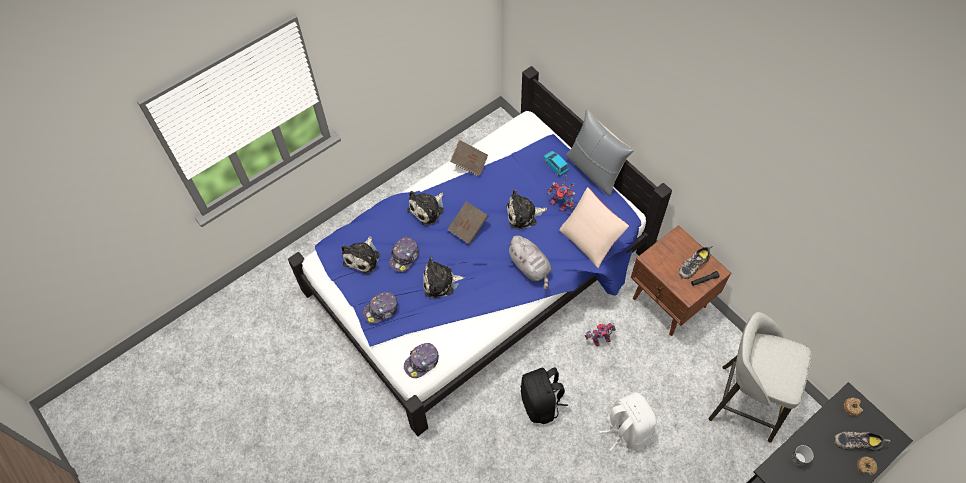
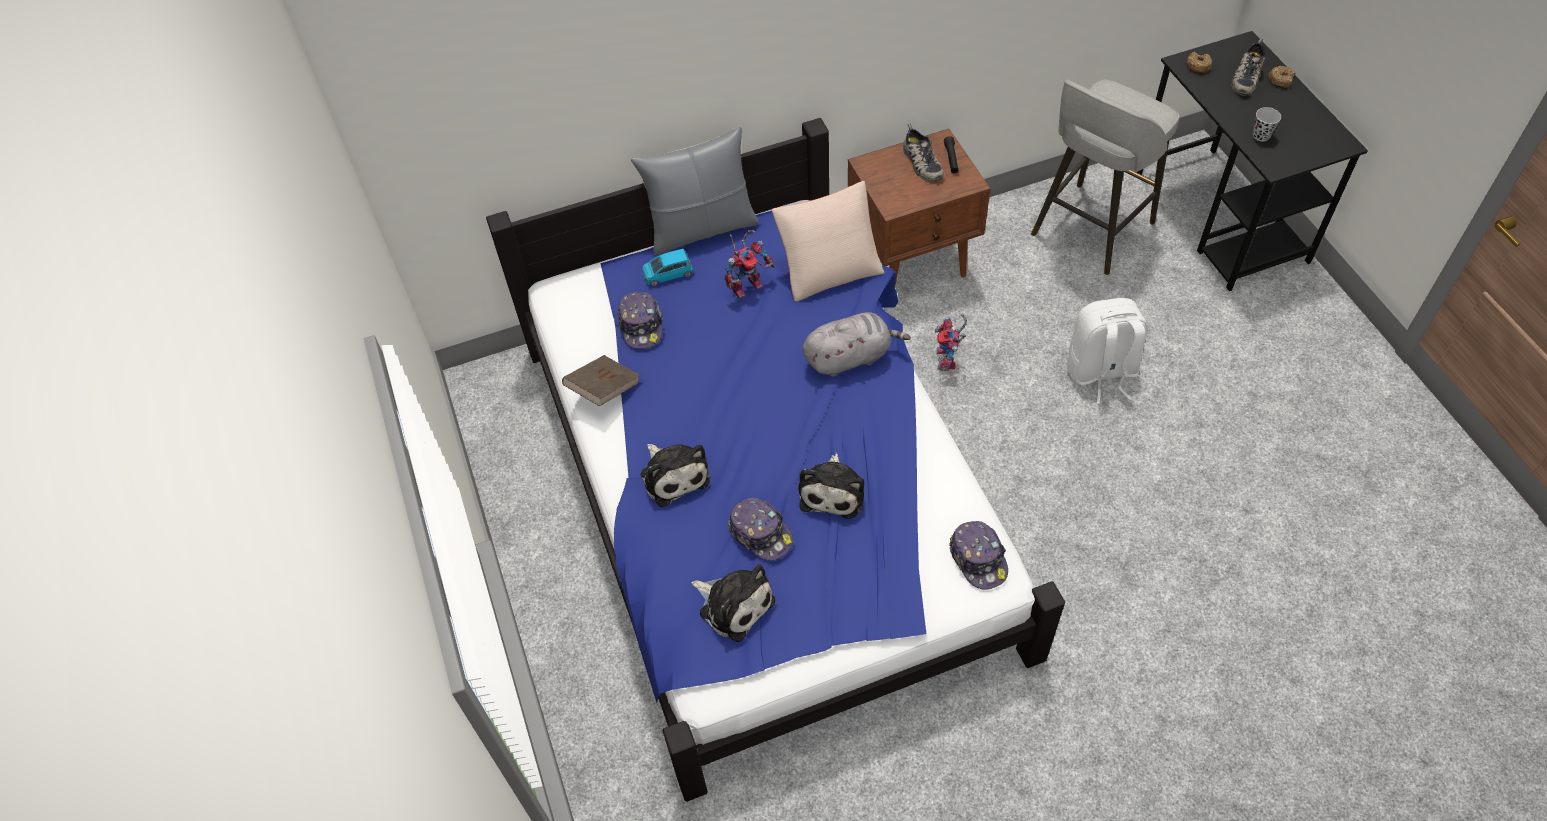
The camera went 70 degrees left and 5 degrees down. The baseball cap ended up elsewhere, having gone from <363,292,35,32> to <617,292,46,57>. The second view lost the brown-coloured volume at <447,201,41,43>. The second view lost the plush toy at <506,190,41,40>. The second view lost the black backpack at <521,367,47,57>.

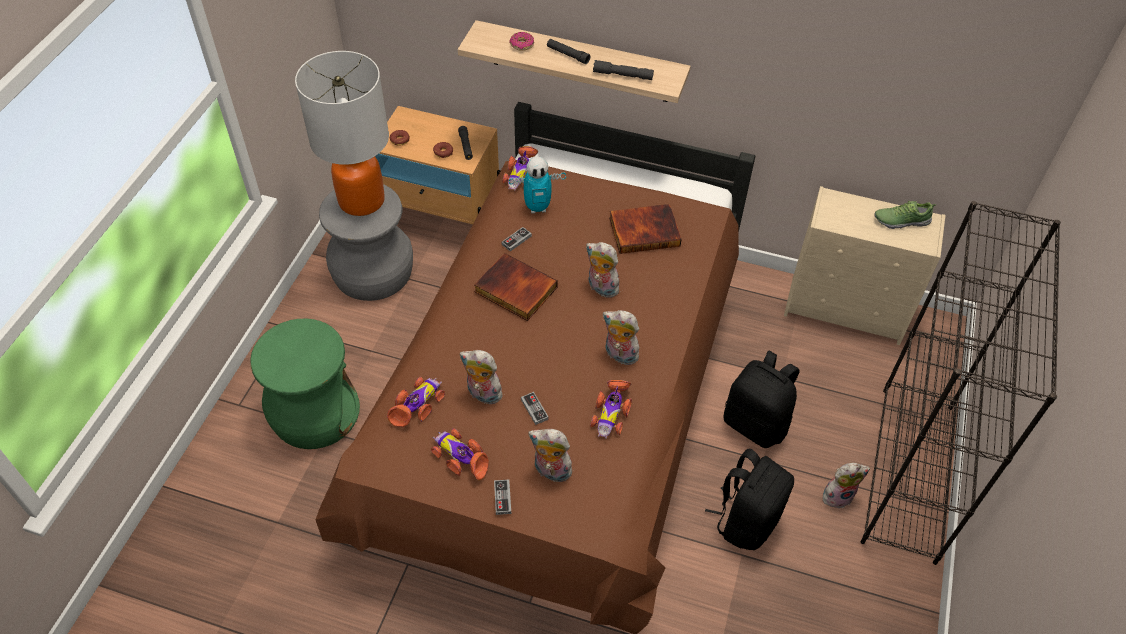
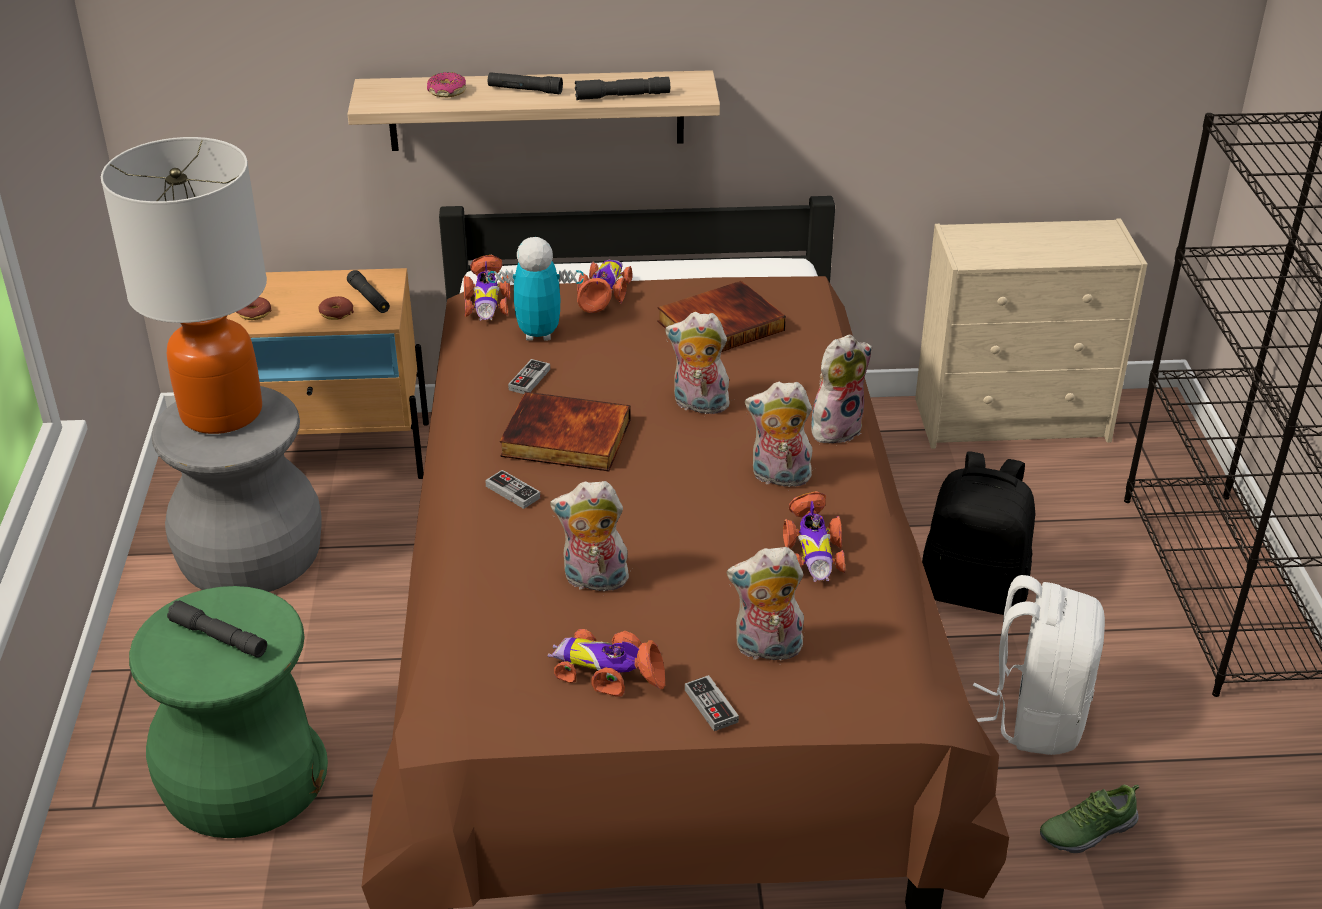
The camera went 20 degrees left and 15 degrees down. The second view gained the grey torch at <167,600,100,58>. The game controller ended up elsewhere, having gone from <521,392,28,33> to <485,470,56,39>. The robot figure at <509,157,57,56> ended up facing another way, 150 degrees counterclockwise from before. The toy car ended up elsewhere, having gone from <387,377,58,50> to <577,260,56,53>. The plush toy ended up elsewhere, having gone from <823,463,47,45> to <811,334,61,110>. What was the black backpack at <705,448,89,102> turned into the whitish backpack at <973,575,132,180>. The low shoe ended up elsewhere, having gone from <874,201,62,28> to <1040,785,99,68>.

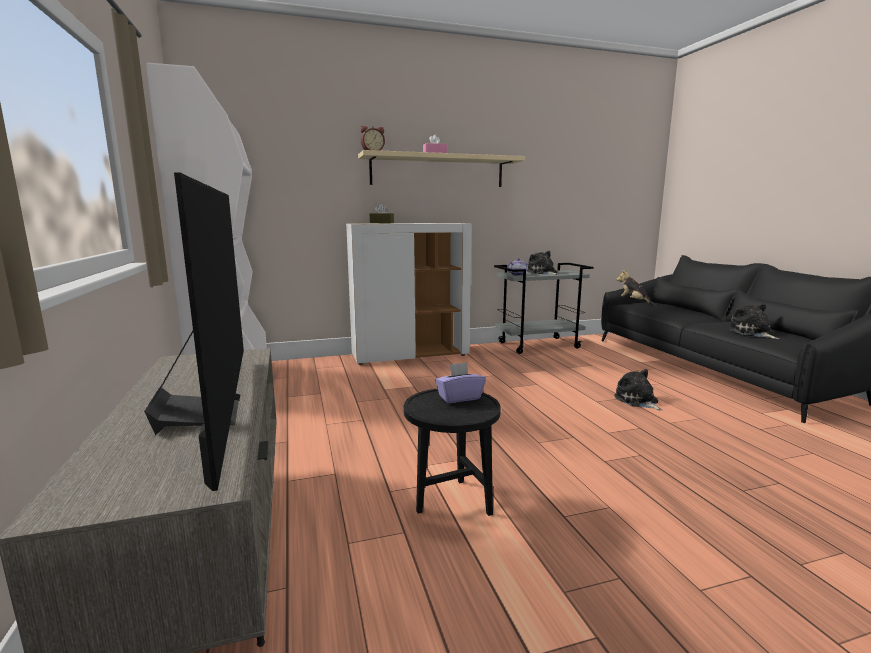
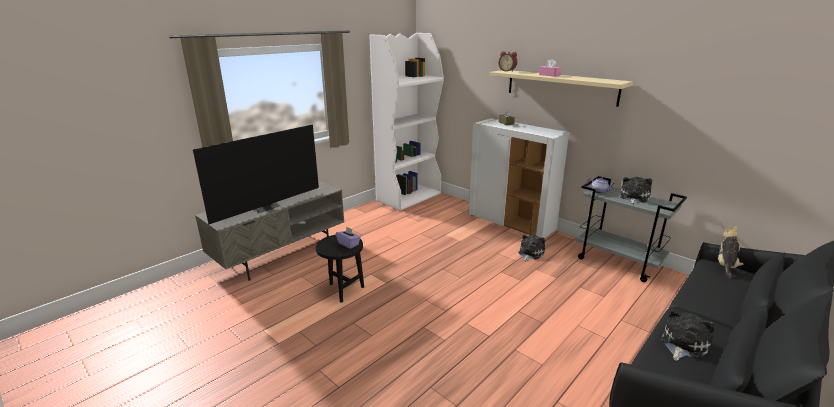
The camera went 60 degrees right and 10 degrees up. The plush toy ended up elsewhere, having gone from <614,369,49,41> to <518,235,27,27>.

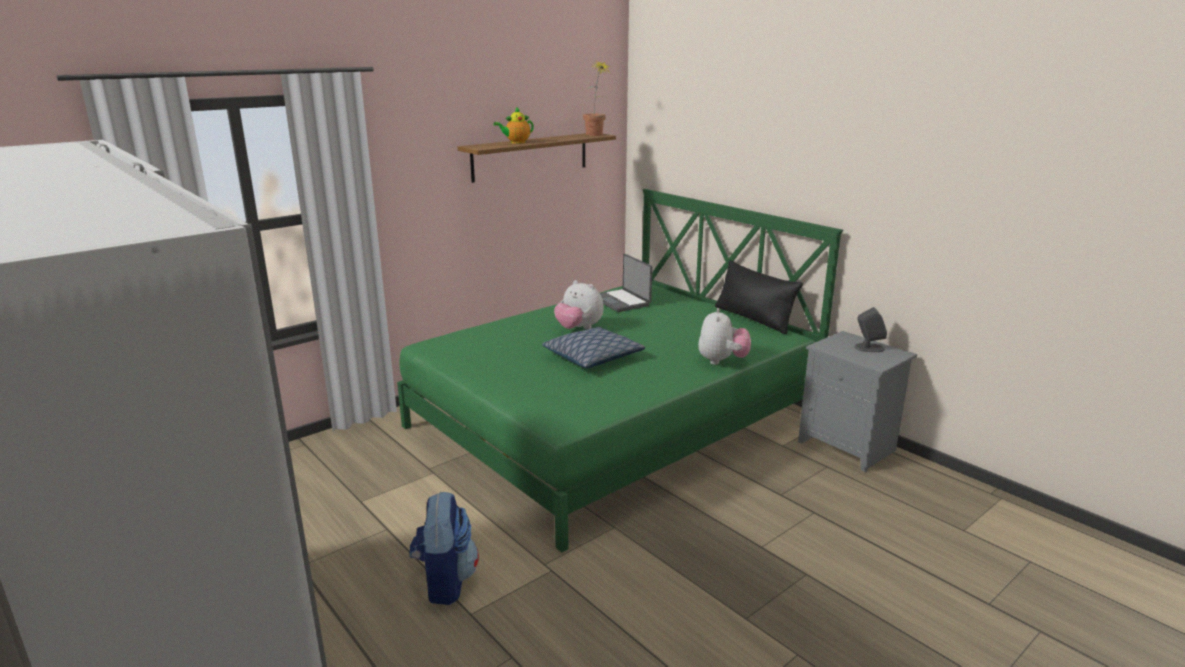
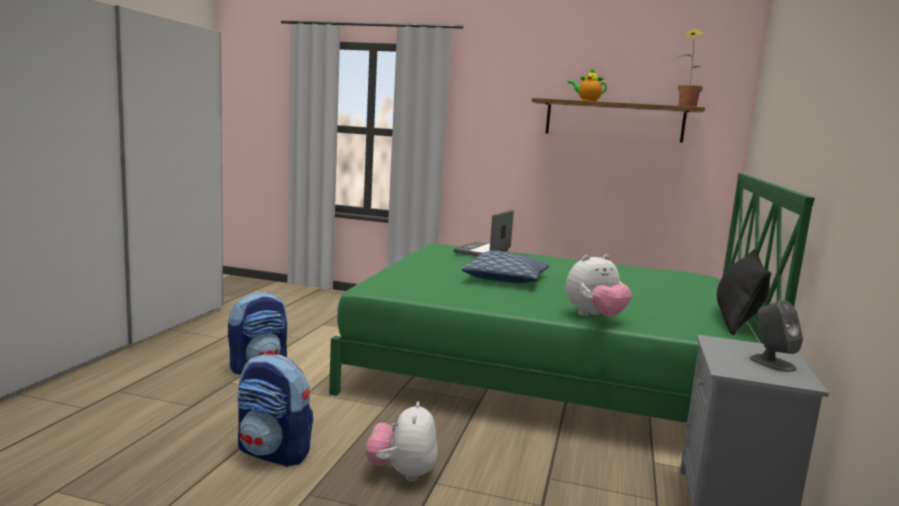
The camera went 55 degrees right and 10 degrees down. The second view gained the backpack at <237,354,77,113>. The plush toy ended up elsewhere, having gone from <554,280,50,49> to <366,402,72,80>. The laptop ended up elsewhere, having gone from <600,254,52,58> to <453,210,61,46>.

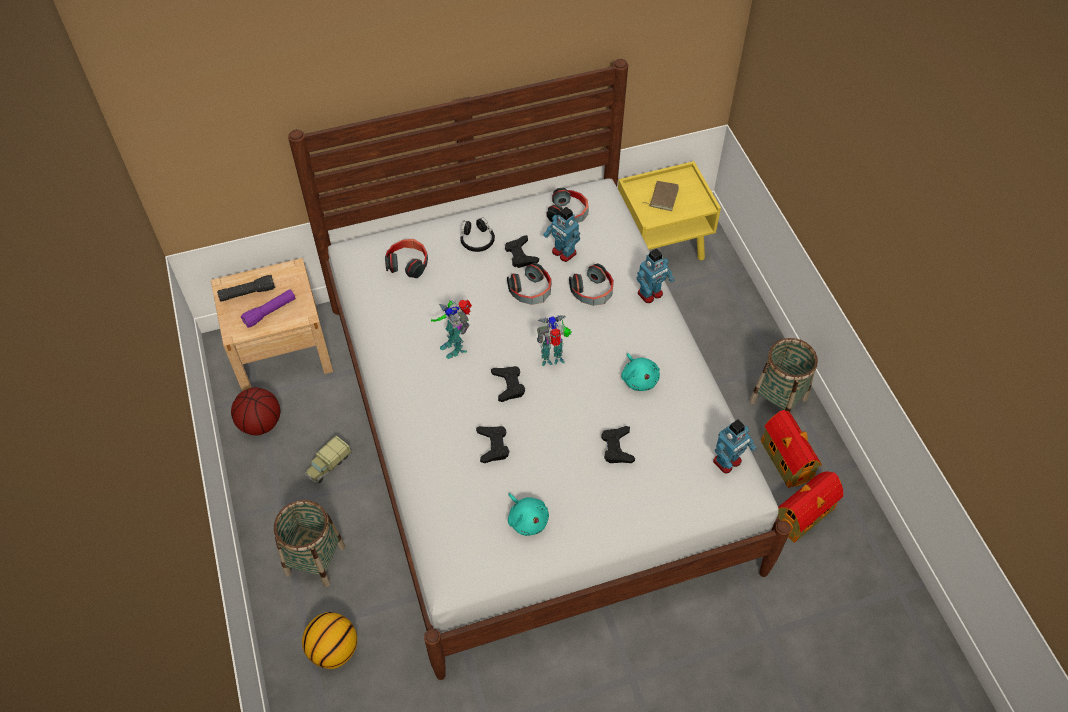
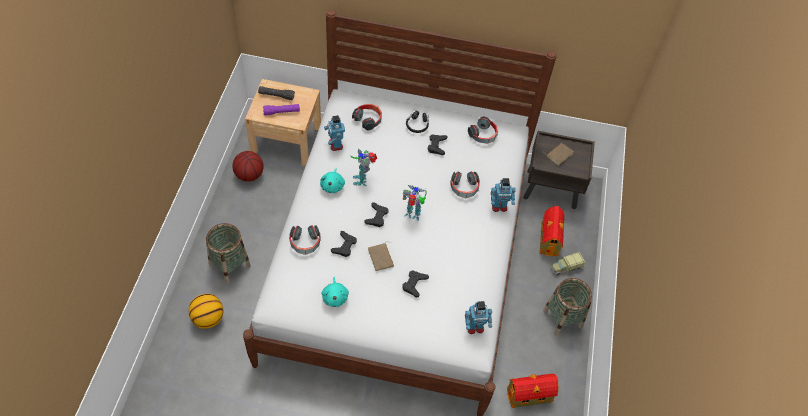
The camera went 25 degrees right and 0 degrees up. The pair of headphones ended up elsewhere, having gone from <507,262,44,43> to <289,225,32,30>. The turquoise plush toy ended up elsewhere, having gone from <621,353,39,38> to <320,168,25,25>. The robot figure ended up elsewhere, having gone from <543,207,37,55> to <324,115,21,36>. The second view gained the brown-coloured volume at <368,243,26,28>. What was the yellow-coloured nightstand at <618,161,103,99> turned into the brown-coloured nightstand at <523,131,72,78>. The model house ended up elsewhere, having gone from <761,410,61,78> to <540,206,24,50>. The toy truck ended up elsewhere, having gone from <305,436,47,48> to <550,252,35,23>.

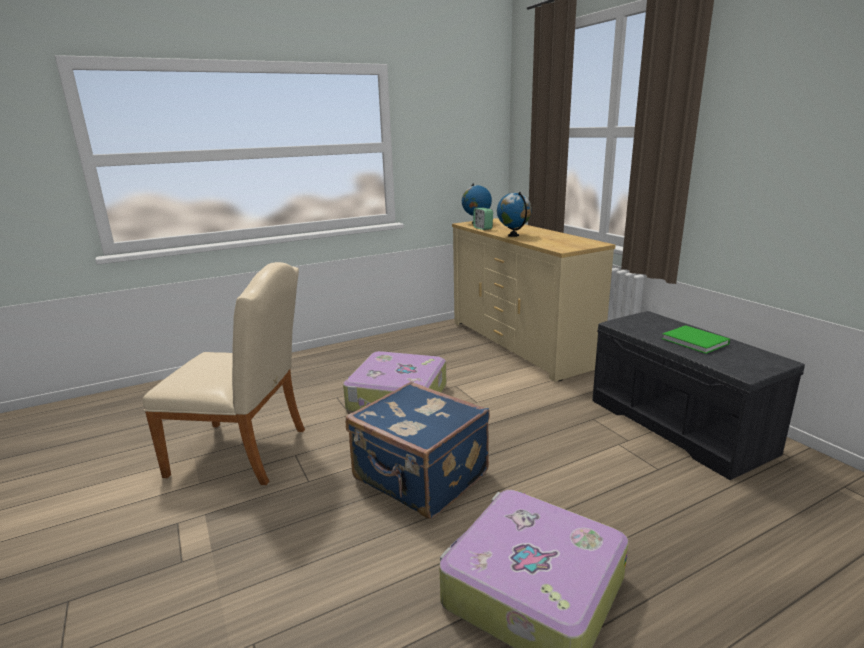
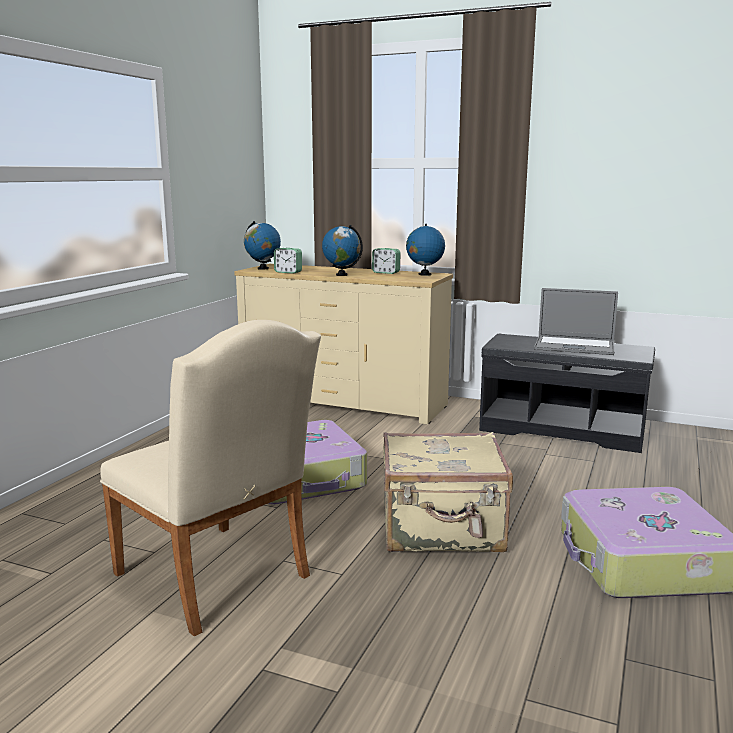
The camera went 40 degrees left and 5 degrees down. The beige-coloured chair at <143,262,162,223> ended up facing another way, 75 degrees clockwise from before. The second view gained the bedside clock at <372,248,29,26>. What was the blue-coloured piece of luggage at <345,381,145,138> turned into the beige-coloured piece of luggage at <383,432,130,120>. The second view gained the globe at <406,224,39,52>. Where the green-coloured volume stood at <662,325,68,29>, the laptop came to stand at <534,288,84,67>.

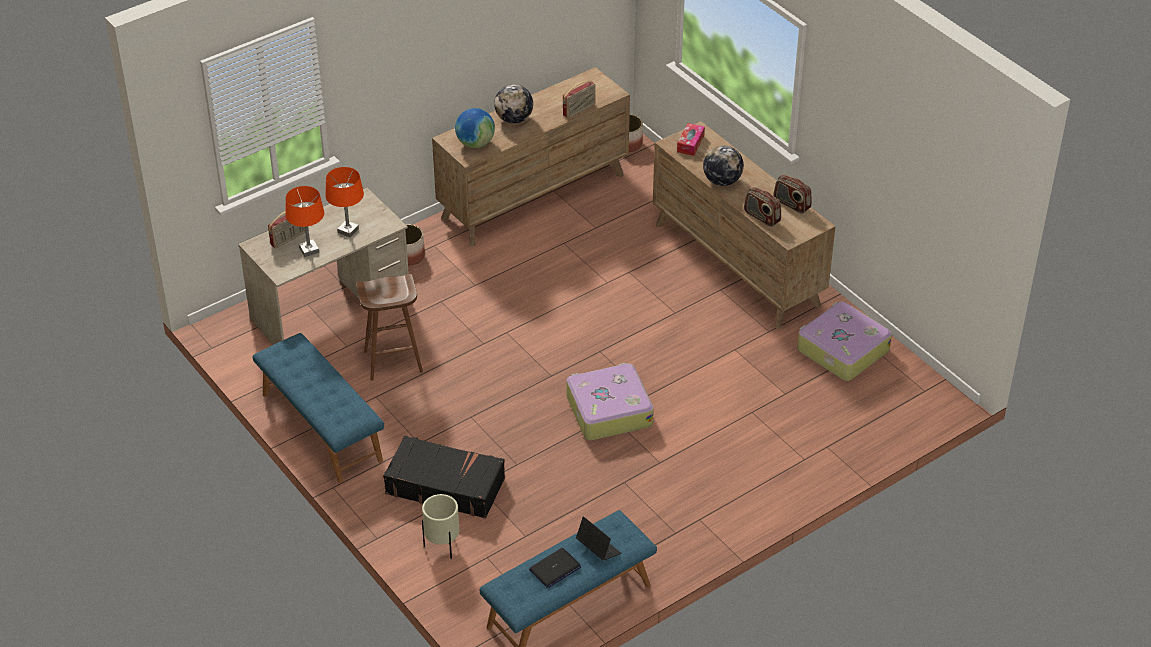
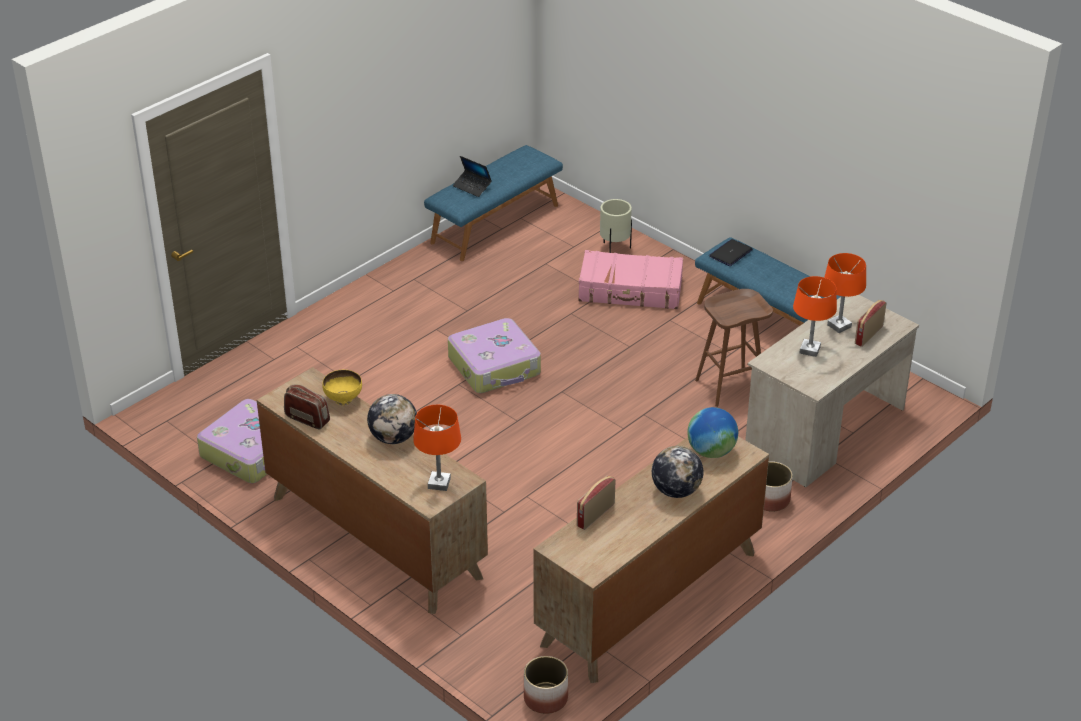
The camera went 170 degrees right and 5 degrees down. Where the radio set stood at <744,187,37,40>, the yellow-coloured serving bowl came to stand at <322,370,40,35>. Where the tissue holder stood at <677,123,28,33>, the orange-coloured tabletop lamp came to stand at <413,405,48,86>. What was the black piece of luggage at <383,436,122,83> turned into the pink-coloured piece of luggage at <578,250,105,59>. The laptop ended up elsewhere, having gone from <529,548,52,40> to <709,239,44,27>.

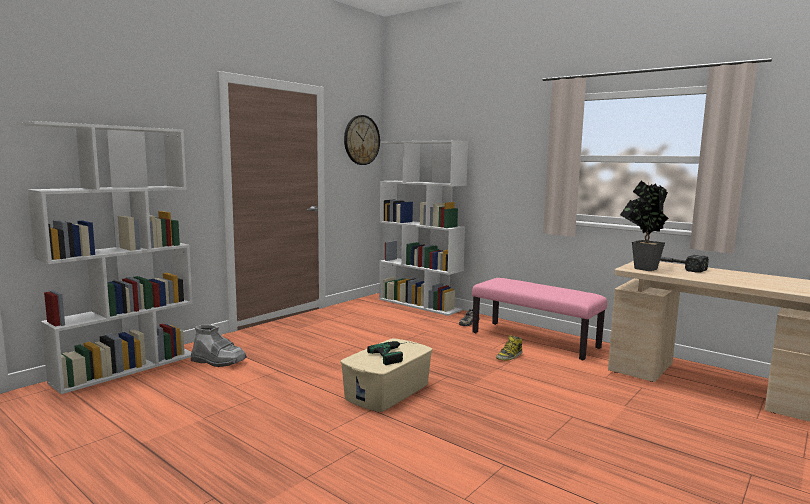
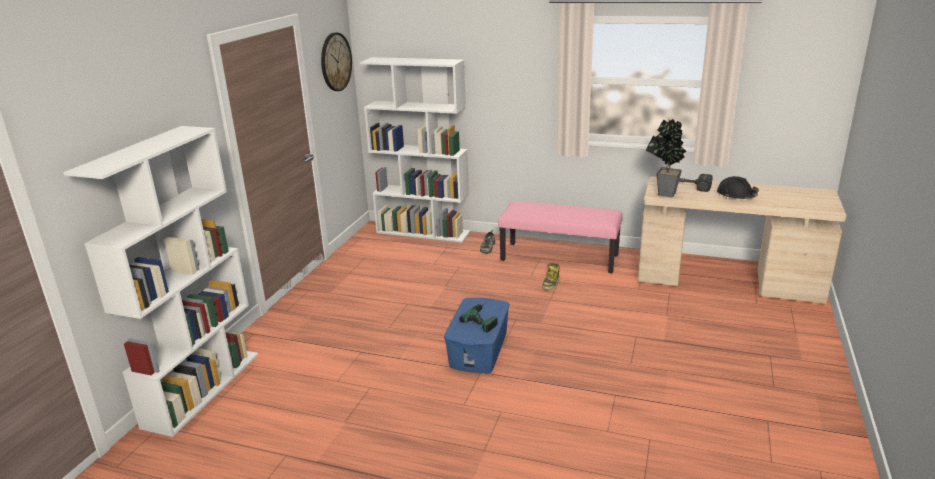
The camera went 20 degrees left and 15 degrees up. What was the beige-coloured storage bin at <340,338,93,74> turned into the blue-coloured storage bin at <444,298,66,75>. The second view gained the black work helmet at <717,176,42,23>. The second view lost the grey tall boot at <191,325,56,42>.

